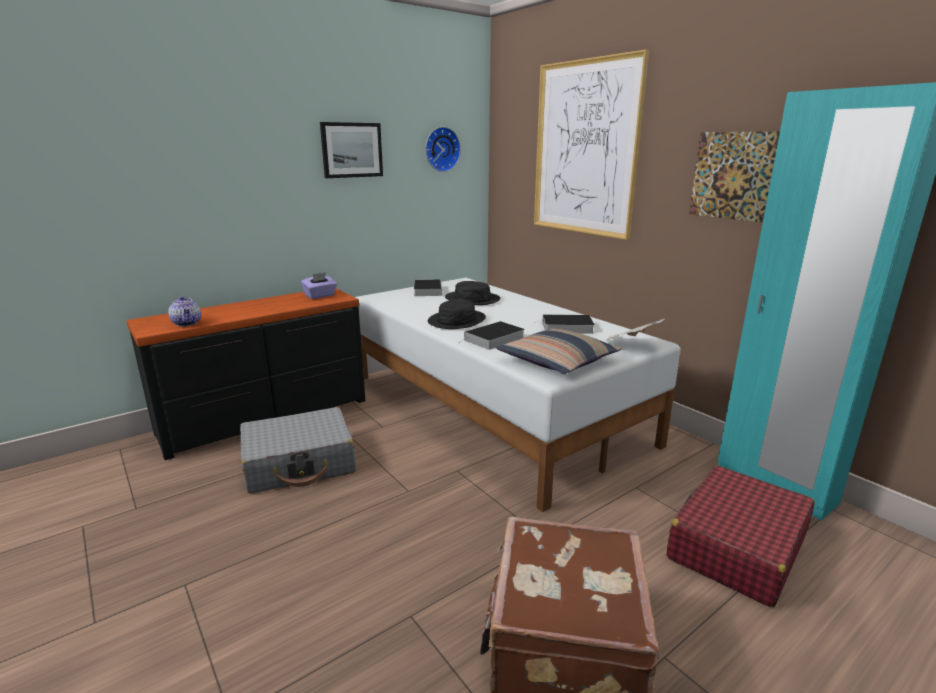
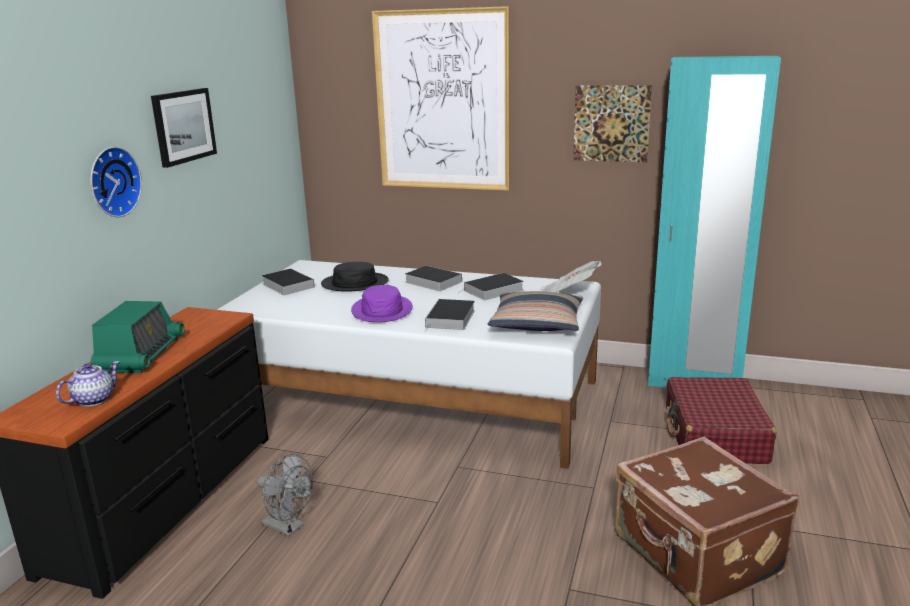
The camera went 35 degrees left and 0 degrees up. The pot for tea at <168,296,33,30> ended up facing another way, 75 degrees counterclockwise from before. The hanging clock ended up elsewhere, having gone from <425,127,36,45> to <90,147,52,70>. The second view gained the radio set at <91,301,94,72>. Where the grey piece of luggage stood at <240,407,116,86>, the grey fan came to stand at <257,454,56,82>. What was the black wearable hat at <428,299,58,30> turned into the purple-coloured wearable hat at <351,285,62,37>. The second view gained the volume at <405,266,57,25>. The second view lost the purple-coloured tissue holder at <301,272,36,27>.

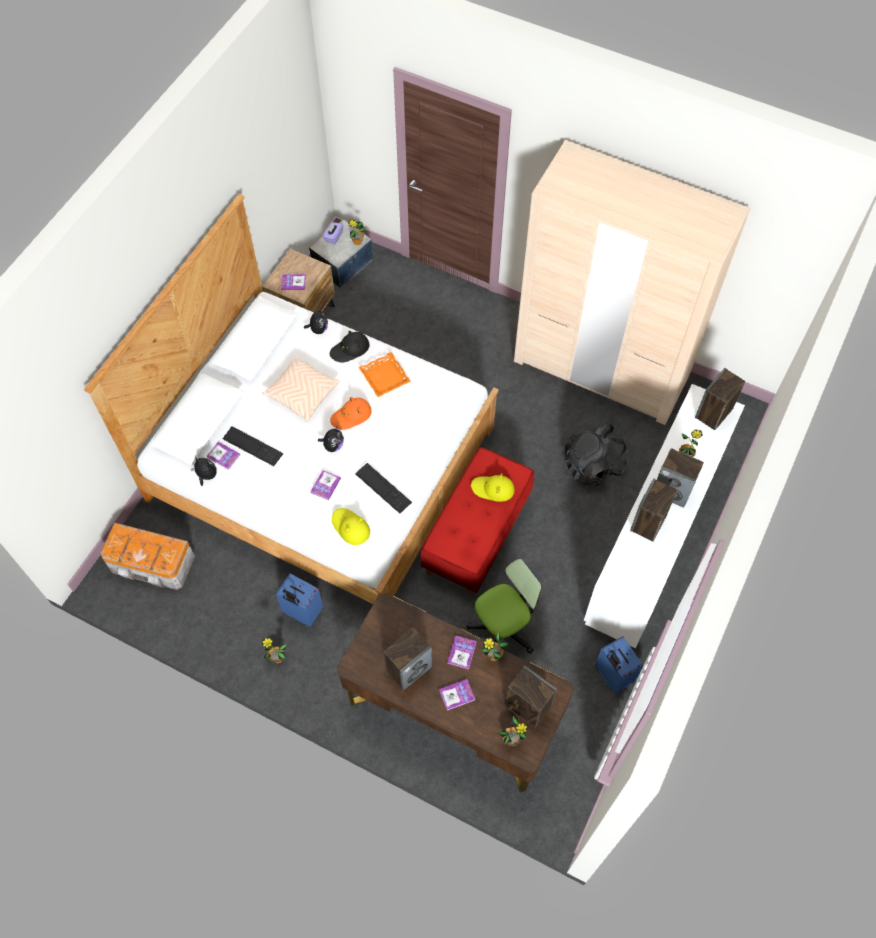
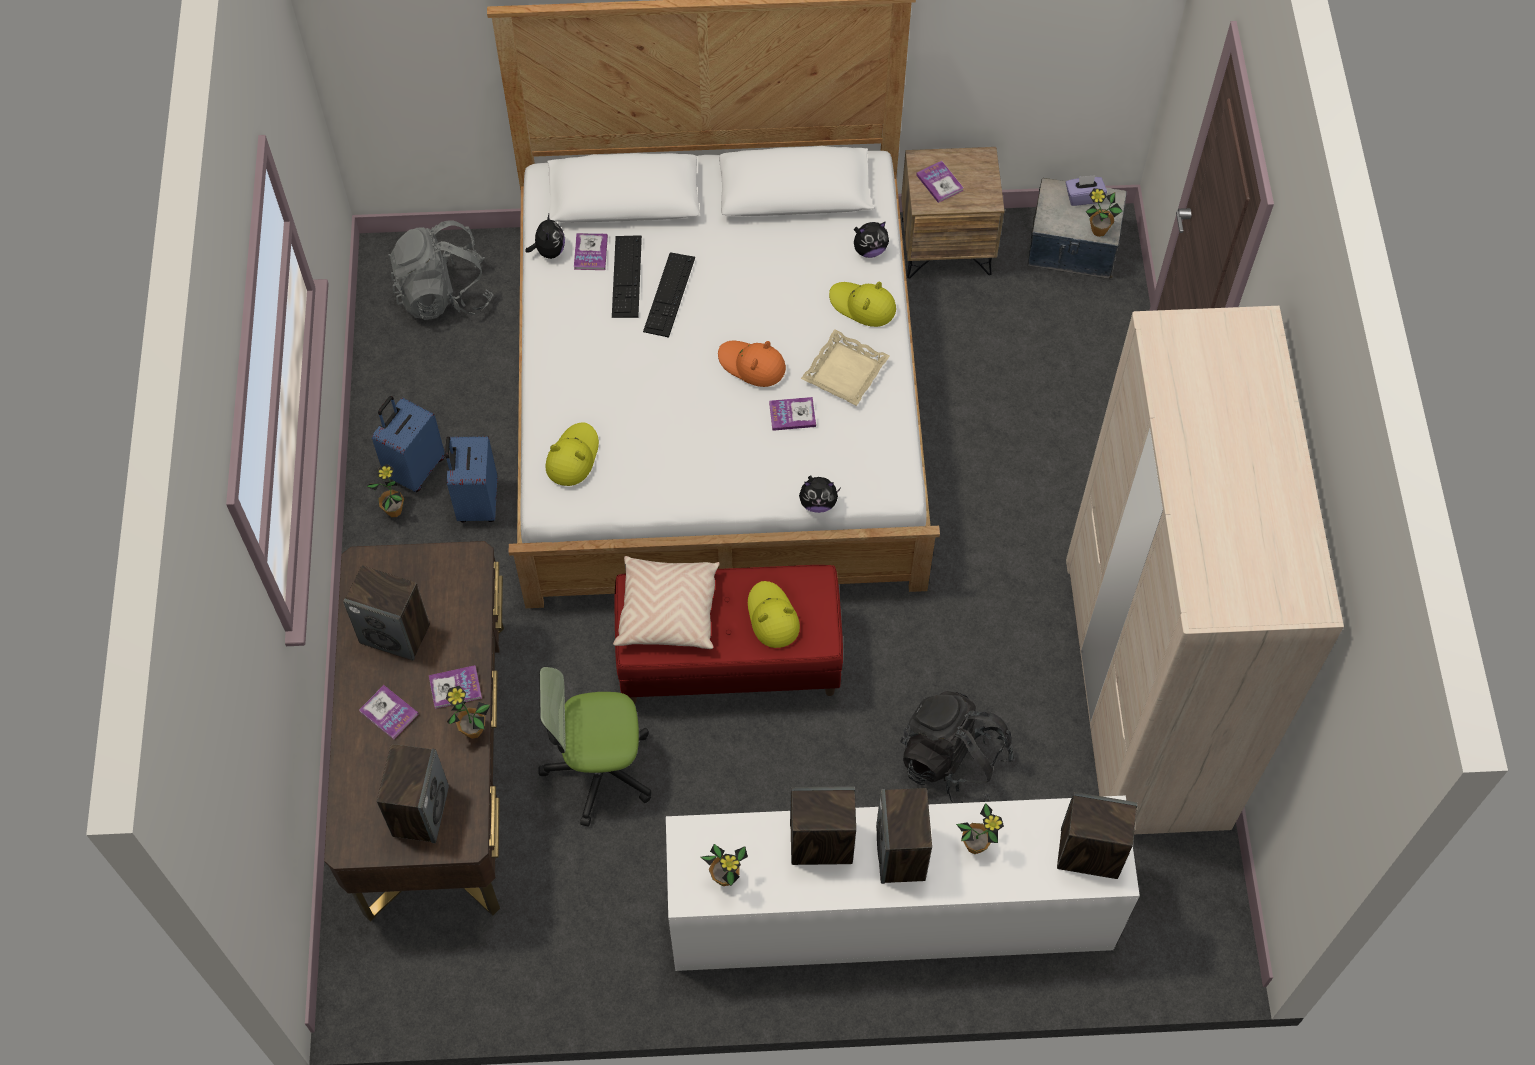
The camera went 60 degrees right and 0 degrees up. The blue-coloured piece of luggage ended up elsewhere, having gone from <595,636,48,58> to <372,396,73,96>. Where the storage bin stood at <100,522,95,68>, the grey backpack came to stand at <388,220,105,100>. The desk chair at <466,559,75,95> ended up facing another way, 150 degrees clockwise from before. The beige-coloured pillow ended up elsewhere, having gone from <262,356,78,66> to <613,556,107,93>. The keyboard ended up elsewhere, having gone from <355,463,57,51> to <643,252,52,86>. The houseplant ended up elsewhere, having gone from <499,716,29,30> to <701,844,47,42>. The volume ended up elsewhere, having gone from <310,470,31,30> to <769,397,47,34>. The plush toy ended up elsewhere, having gone from <318,427,26,25> to <799,475,42,38>. What was the orange-coloured tray at <358,352,53,45> turned into the beige-coloured tray at <801,329,89,77>. What was the black wearable hat at <330,331,39,31> turned into the yellow-coloured wearable hat at <829,281,67,46>.

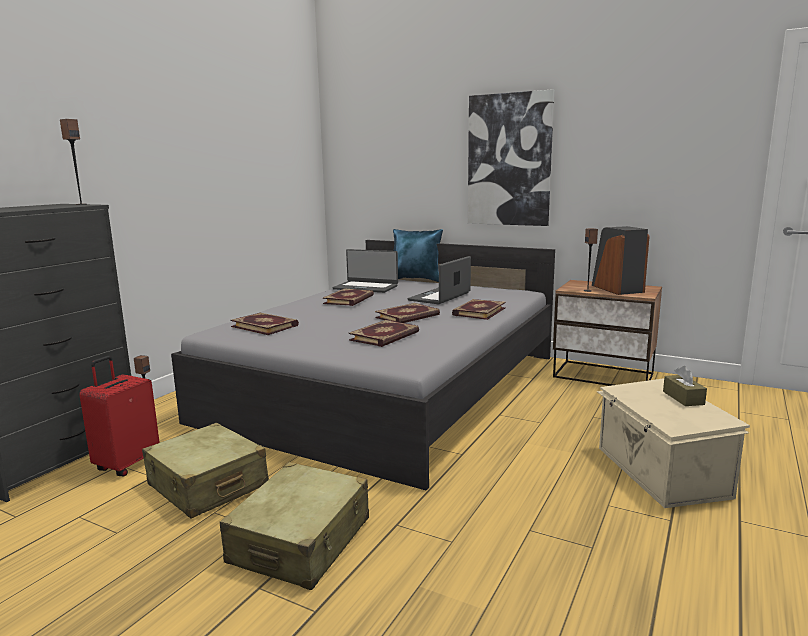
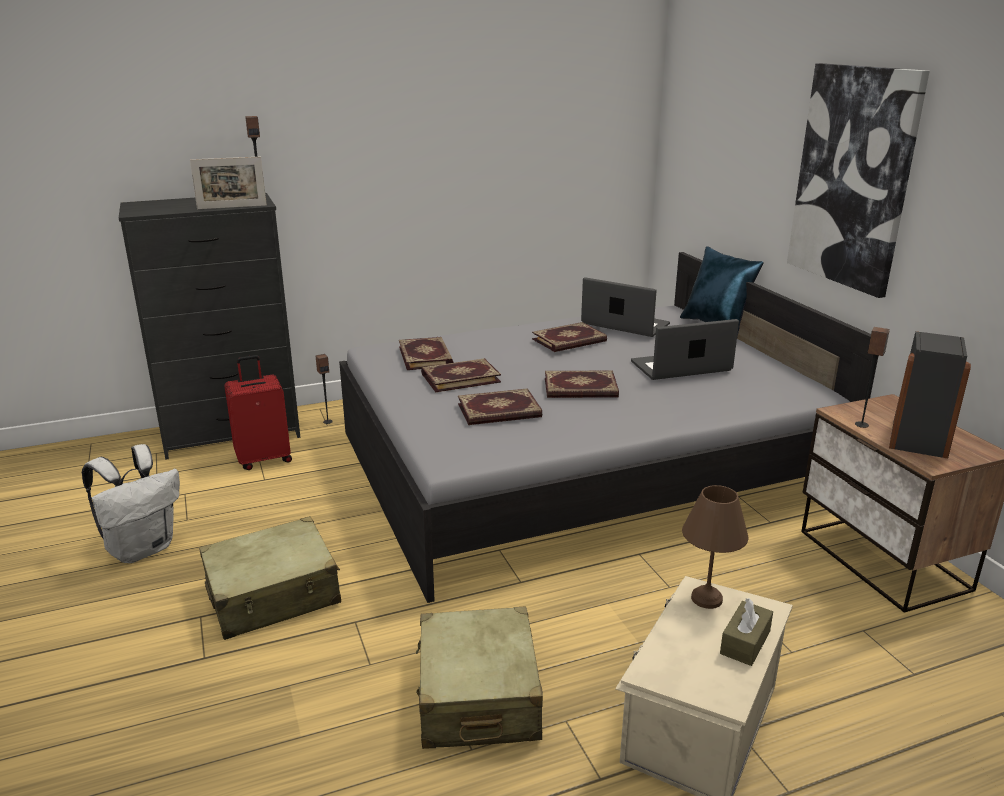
The camera went 40 degrees right and 10 degrees up. The second view gained the whitish backpack at <82,444,98,119>. The second view gained the standing frame at <190,156,77,53>. The beige-coloured piece of luggage ended up elsewhere, having gone from <142,423,127,95> to <416,606,127,143>. The volume ended up elsewhere, having gone from <452,299,54,21> to <421,358,80,34>. The laptop at <333,249,65,44> ended up facing another way, 150 degrees clockwise from before. The second view gained the brown-coloured tabletop lamp at <682,485,66,124>.

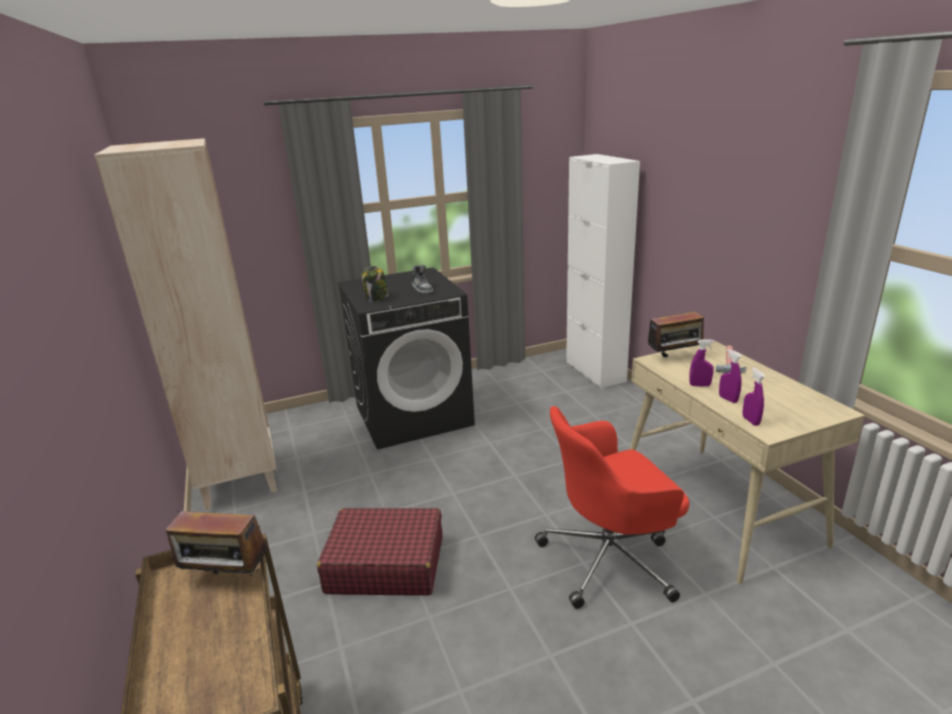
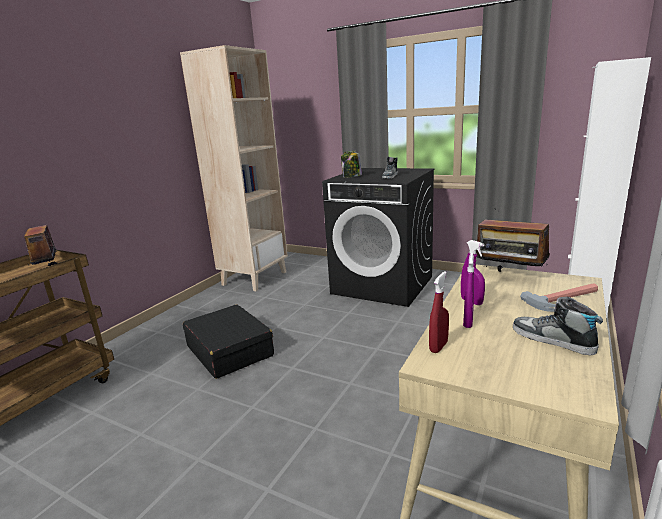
The camera went 50 degrees right and 5 degrees down. What was the red-coloured piece of luggage at <317,508,126,88> turned into the black piece of luggage at <183,305,91,74>. What was the purple-coloured spray bottle at <743,367,22,59> turned into the red-coloured spray bottle at <429,271,20,82>. The second view gained the low shoe at <513,297,90,58>. The second view lost the red-coloured desk chair at <535,406,155,203>.

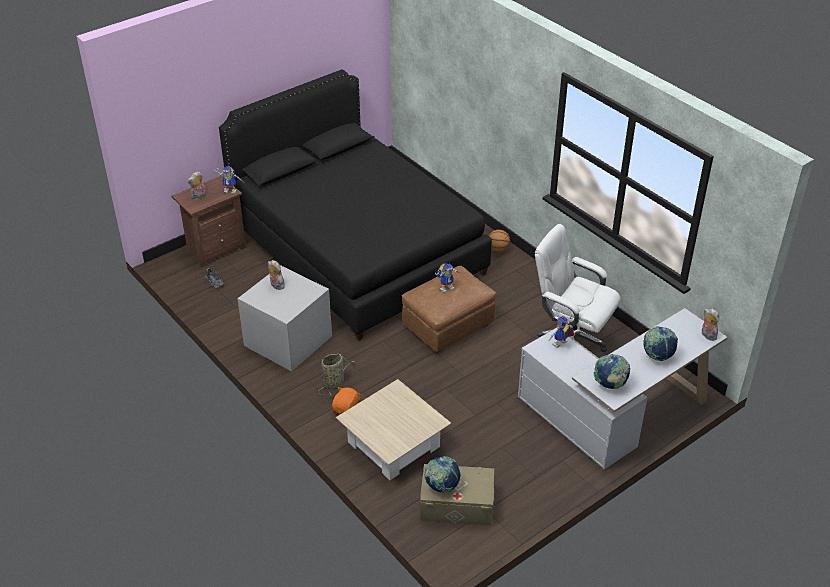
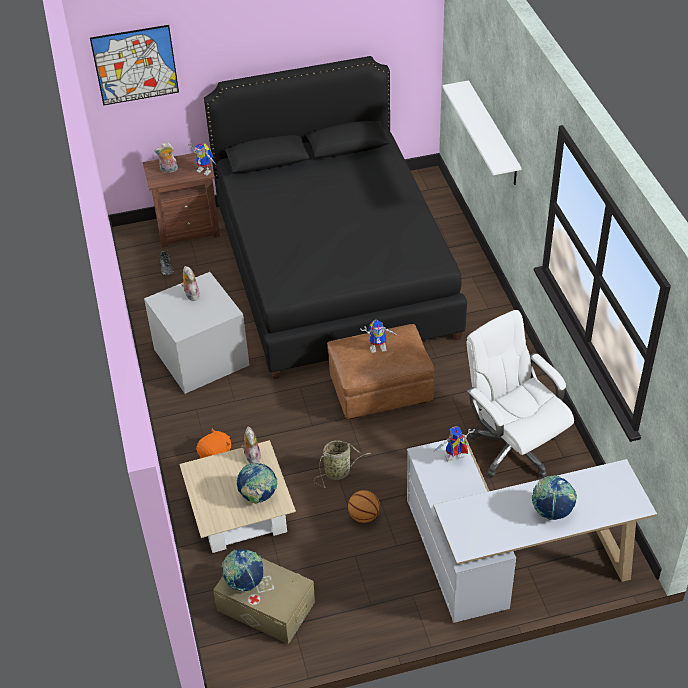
The camera went 25 degrees right and 5 degrees up. The second view gained the wall art at <90,25,89,80>. The globe ended up elsewhere, having gone from <594,354,36,35> to <236,463,42,41>. The plush toy ended up elsewhere, having gone from <702,309,17,32> to <241,426,20,38>. The basket ended up elsewhere, having gone from <318,354,36,41> to <314,440,57,48>. The basketball ball ended up elsewhere, having gone from <489,230,21,22> to <348,490,32,33>. The second view gained the whitish shelf at <442,80,80,105>.

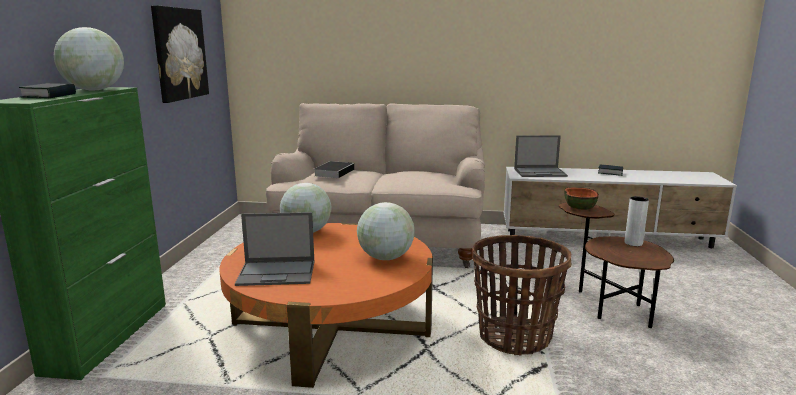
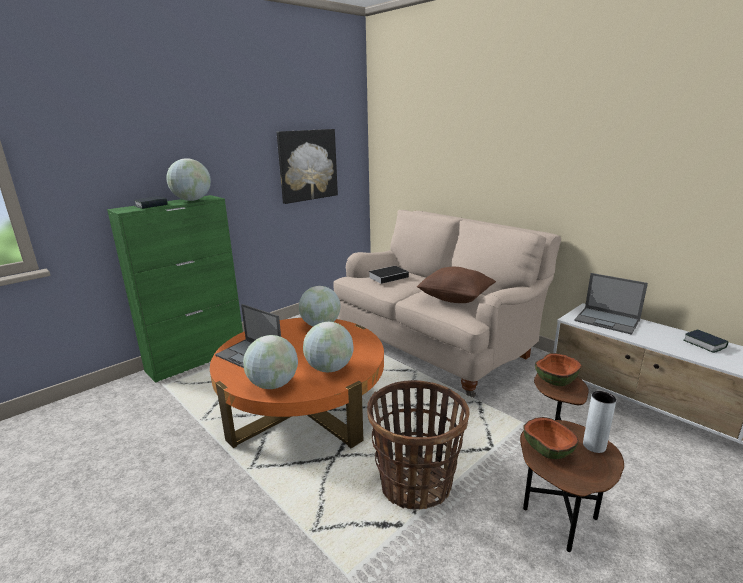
The camera went 40 degrees right and 5 degrees up. The second view gained the globe at <243,335,55,54>. The second view gained the brown-coloured pillow at <417,267,79,36>. The second view gained the serving bowl at <524,417,55,42>.

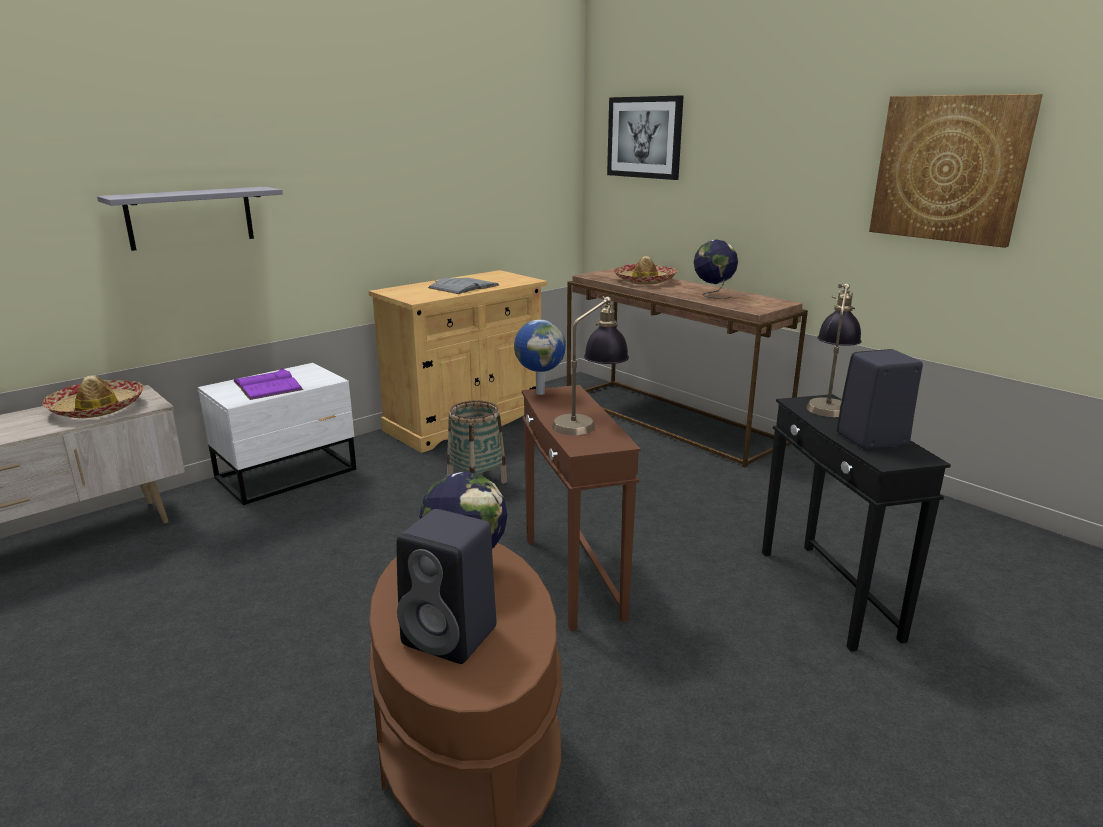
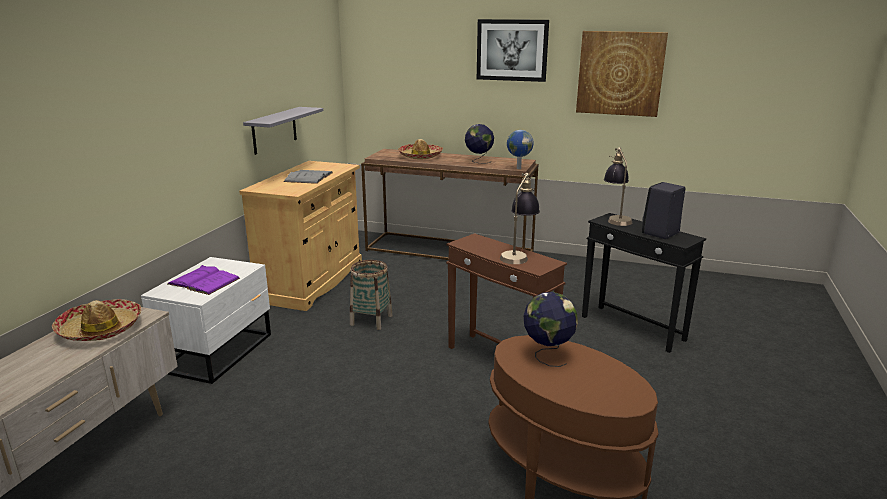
The camera went 30 degrees left and 0 degrees up. The grey shelf ended up elsewhere, having gone from <97,187,186,64> to <243,107,80,48>. The wall art ended up elsewhere, having gone from <607,96,77,84> to <477,19,72,63>. The globe ended up elsewhere, having gone from <514,320,52,75> to <507,130,27,39>. The second view lost the black speaker at <396,509,101,155>.

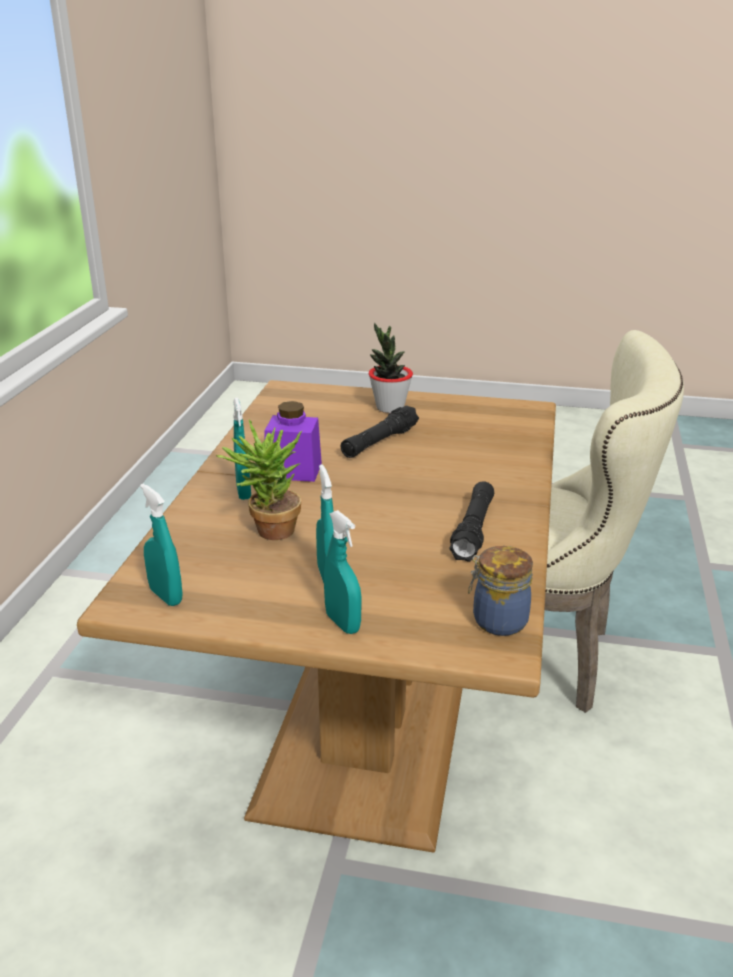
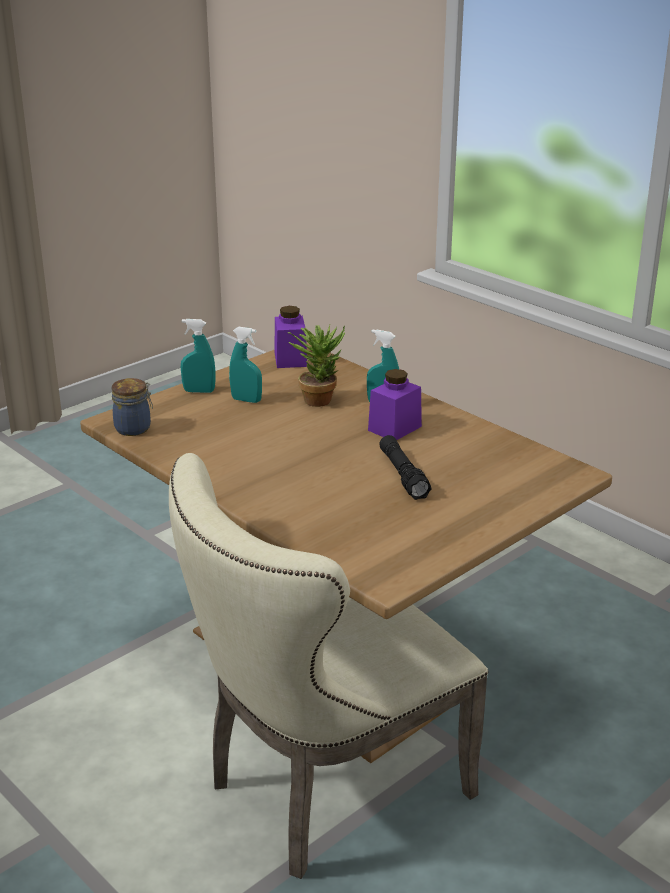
The camera went 125 degrees right and 0 degrees up. Where the turquoise spray bottle stood at <140,484,42,122>, the purple-coloured storage jar came to stand at <274,306,33,62>. The second view lost the houseplant at <369,323,44,90>. The second view lost the black torch at <449,481,45,81>.

